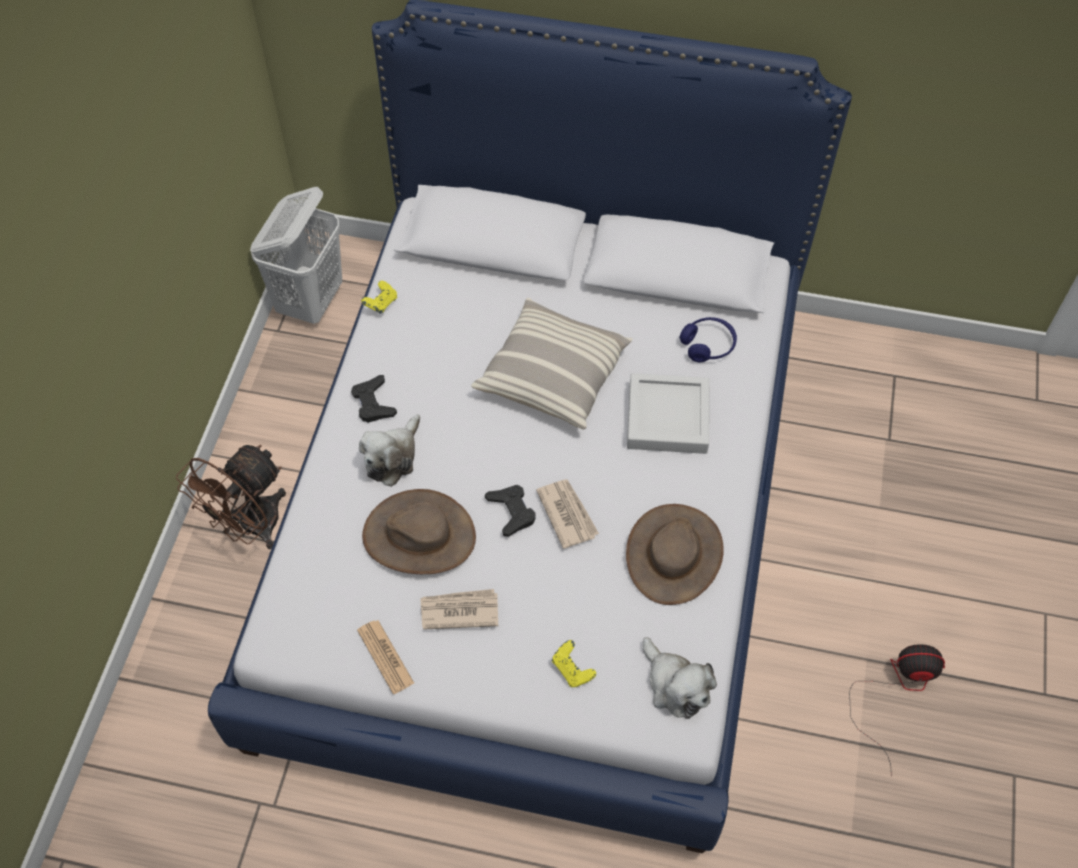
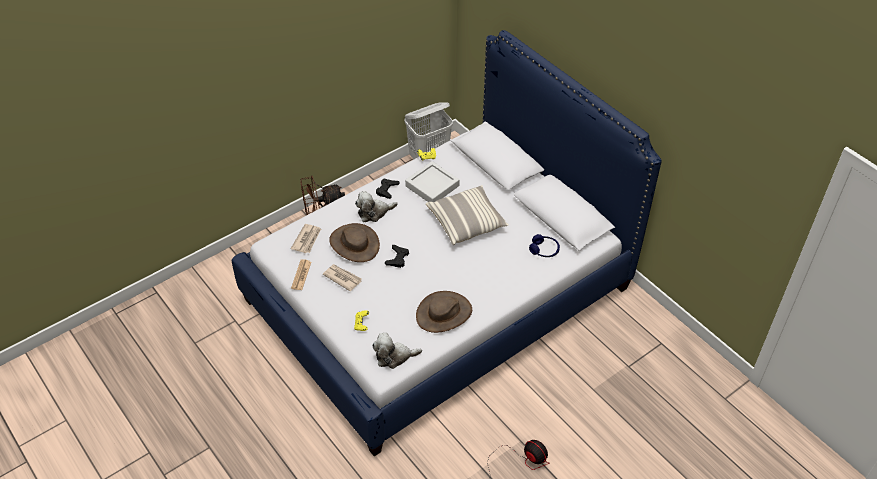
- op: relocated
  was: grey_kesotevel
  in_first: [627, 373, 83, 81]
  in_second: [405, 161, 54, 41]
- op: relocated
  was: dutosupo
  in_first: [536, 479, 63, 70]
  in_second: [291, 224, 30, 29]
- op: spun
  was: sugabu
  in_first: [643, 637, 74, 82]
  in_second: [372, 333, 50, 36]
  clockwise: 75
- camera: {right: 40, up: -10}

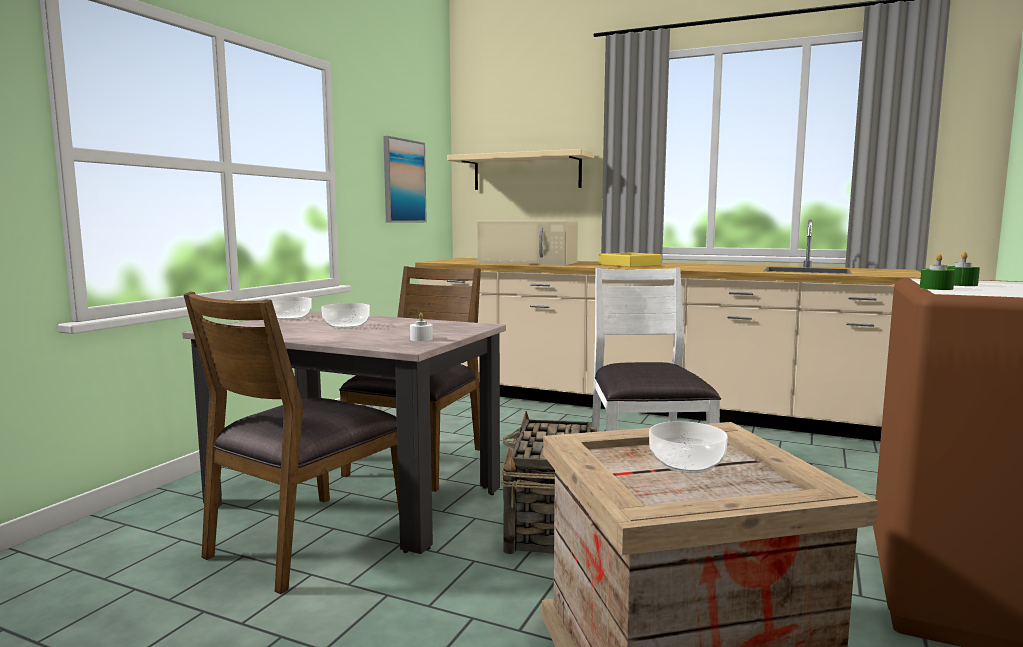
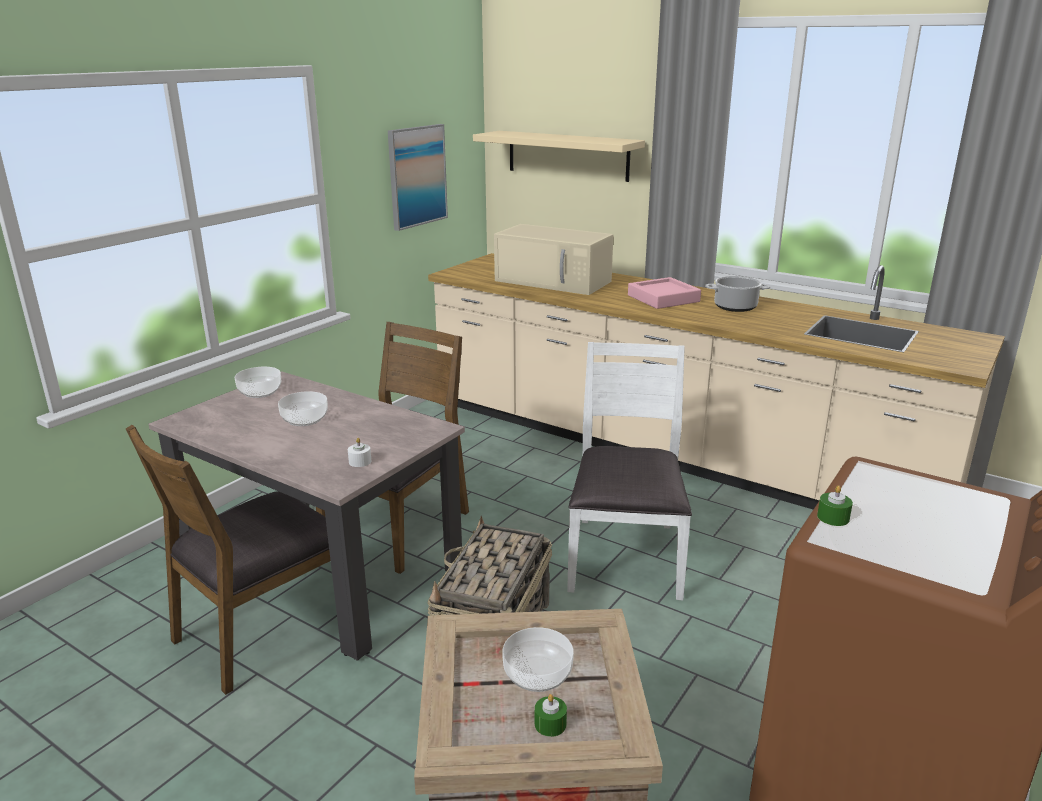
- op: colour
  was: yellow_kesotevel
  now: pink_kesotevel
  in_first: [599, 252, 63, 15]
  in_second: [628, 277, 73, 32]
- op: relocated
  was: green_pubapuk
  in_first: [947, 252, 33, 34]
  in_second: [535, 694, 32, 43]
- op: appeared
  now: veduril
  in_second: [705, 276, 65, 36]
- camera: {right: 10, up: 15}

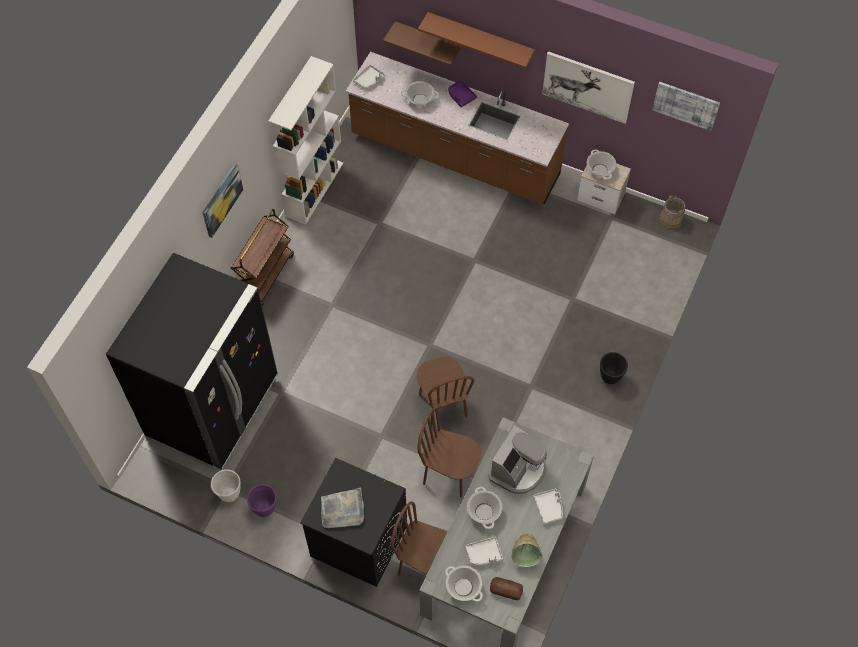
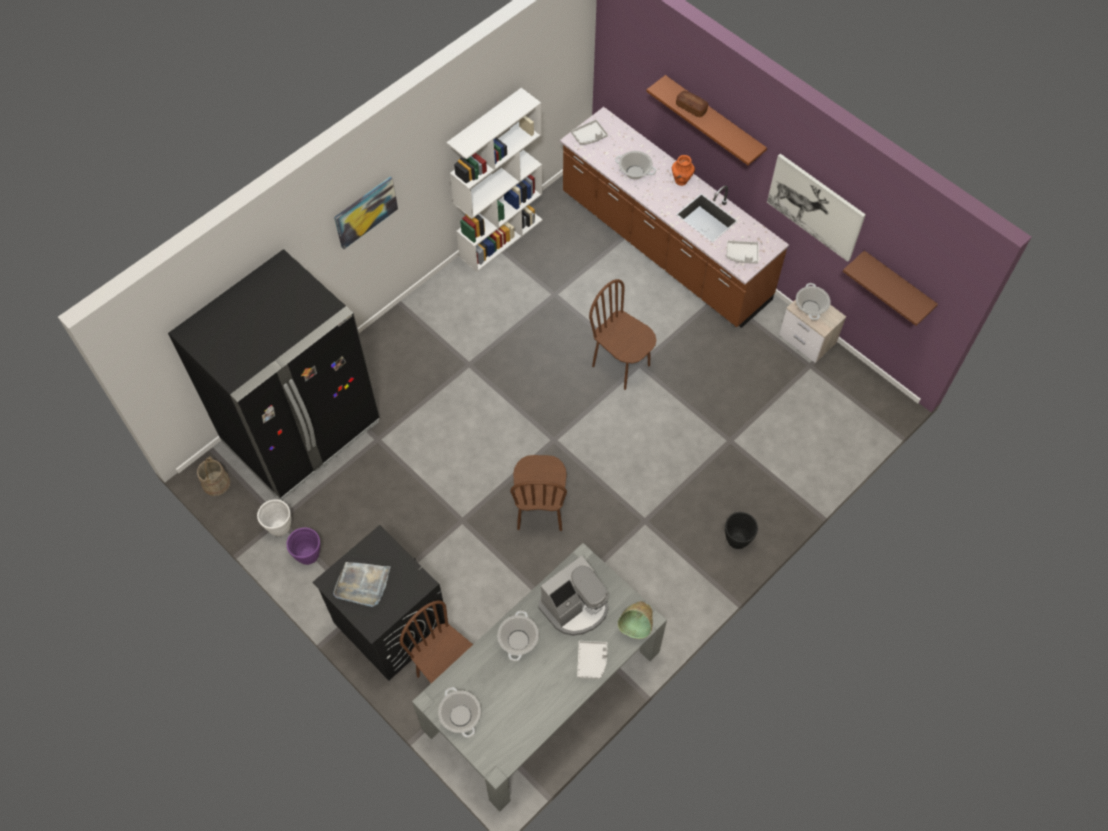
- op: relocated
  was: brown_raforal
  in_first: [383, 21, 79, 45]
  in_second: [843, 251, 95, 75]
- op: exchanged
  was: purple_kesotevel
  now: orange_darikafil
  in_first: [448, 80, 29, 27]
  in_second: [672, 155, 23, 31]
- op: missing
  was: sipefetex
  in_first: [652, 82, 68, 49]
- op: relocated
  was: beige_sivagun
  in_first: [660, 195, 25, 34]
  in_second: [197, 456, 33, 40]
- op: missing
  was: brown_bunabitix
  in_first: [231, 209, 63, 98]
- op: relocated
  was: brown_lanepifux
  in_first: [417, 408, 64, 89]
  in_second: [589, 279, 67, 111]
- op: relocated
  was: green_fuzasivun
  in_first: [511, 534, 31, 33]
  in_second: [618, 601, 35, 38]
- op: relocated
  was: grey_kesotevel
  in_first: [465, 537, 38, 28]
  in_second: [727, 240, 32, 24]
- op: relocated
  was: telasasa
  in_first: [490, 577, 33, 23]
  in_second: [676, 91, 32, 26]
- camera: {right: 20, up: 0}

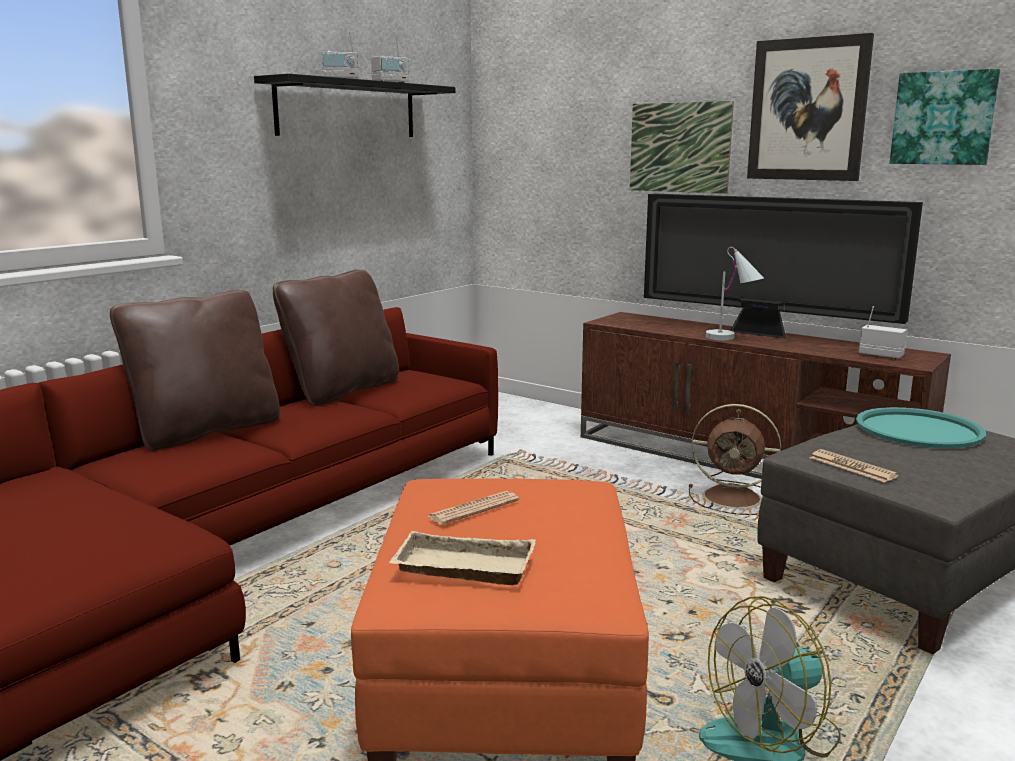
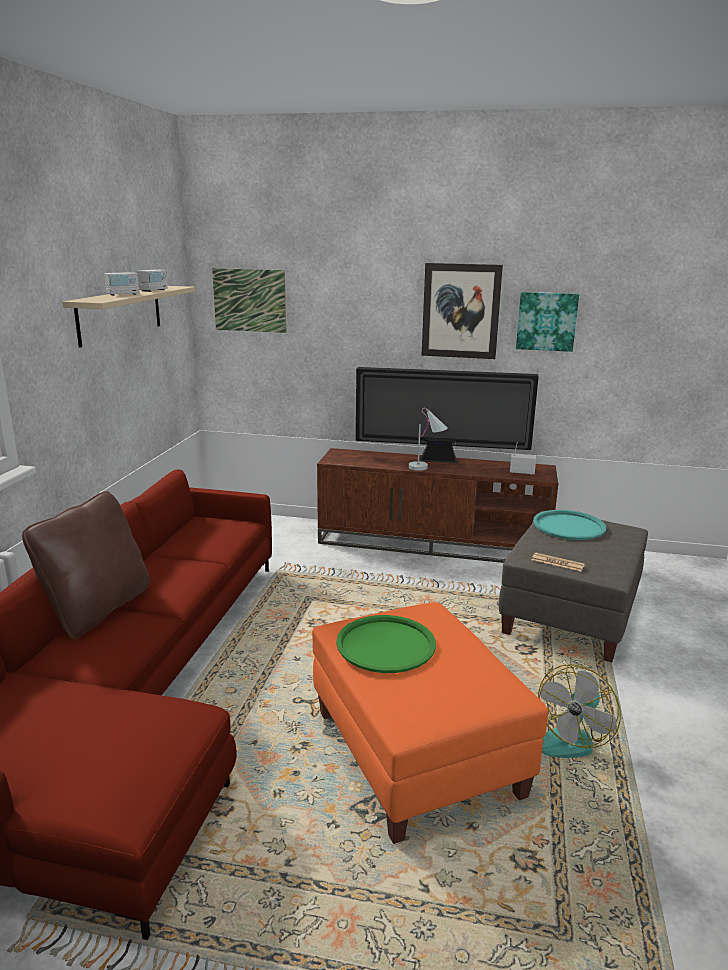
- op: colour
  was: black_raforal
  now: beige_raforal
  in_first: [254, 73, 201, 64]
  in_second: [62, 286, 133, 62]
- op: relocated
  was: sipefetex
  in_first: [630, 101, 104, 93]
  in_second: [212, 268, 74, 65]
- op: missing
  was: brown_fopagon
  in_first: [273, 270, 126, 136]
- op: missing
  was: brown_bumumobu
  in_first: [689, 404, 92, 111]
- op: exchanged
  was: dutosupo
  now: green_kesotevel
  in_first: [427, 491, 92, 34]
  in_second: [336, 615, 100, 58]
- op: missing
  was: beige_kesotevel
  in_first: [389, 531, 147, 54]
- camera: {right: -25, up: 5}

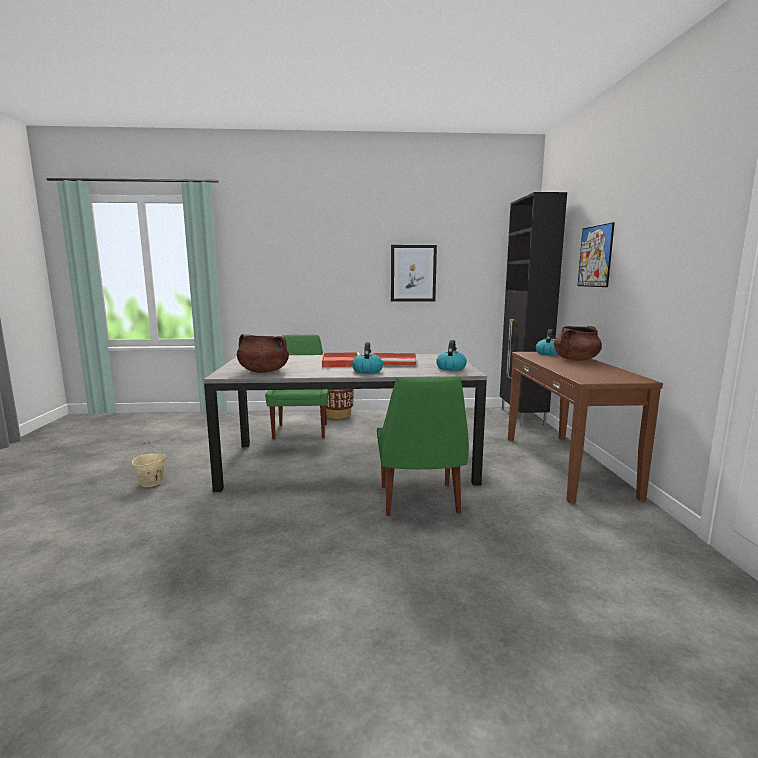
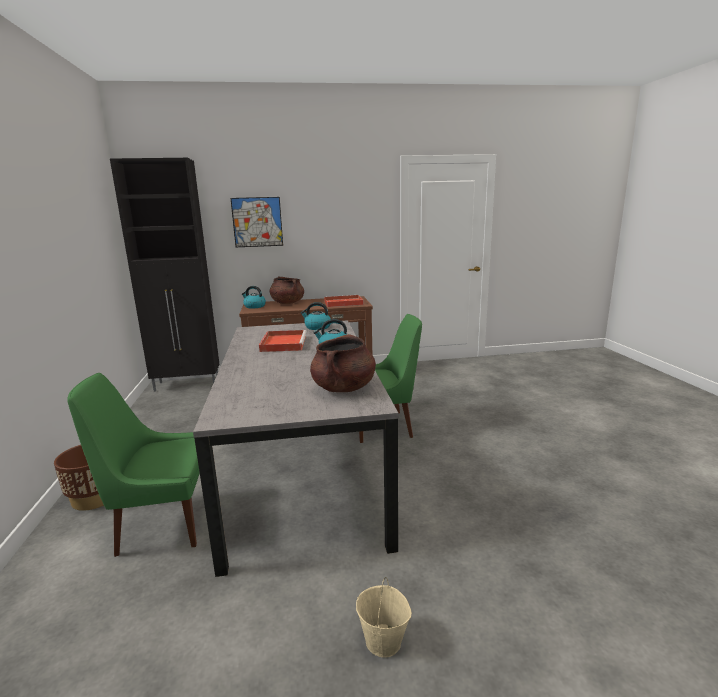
- op: missing
  was: sipefetex
  in_first: [391, 245, 46, 57]
- op: relocated
  was: red_kesotevel
  in_first: [322, 352, 38, 15]
  in_second: [324, 295, 40, 12]
- camera: {right: -95, up: 5}

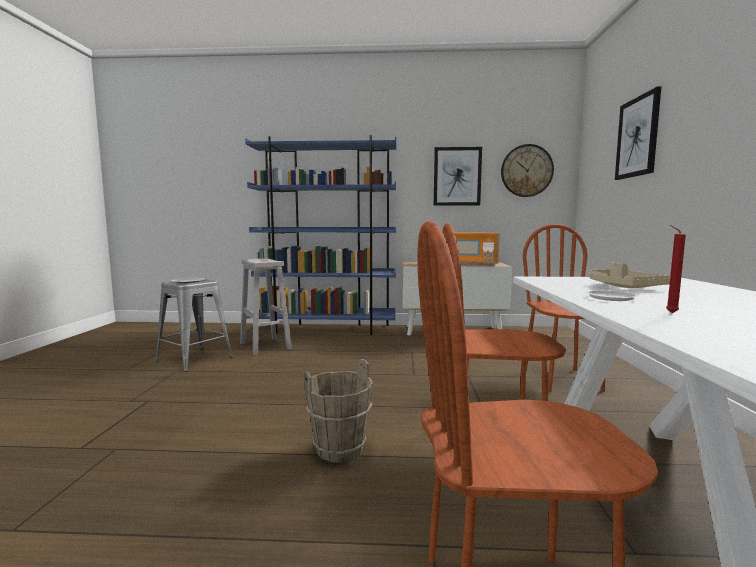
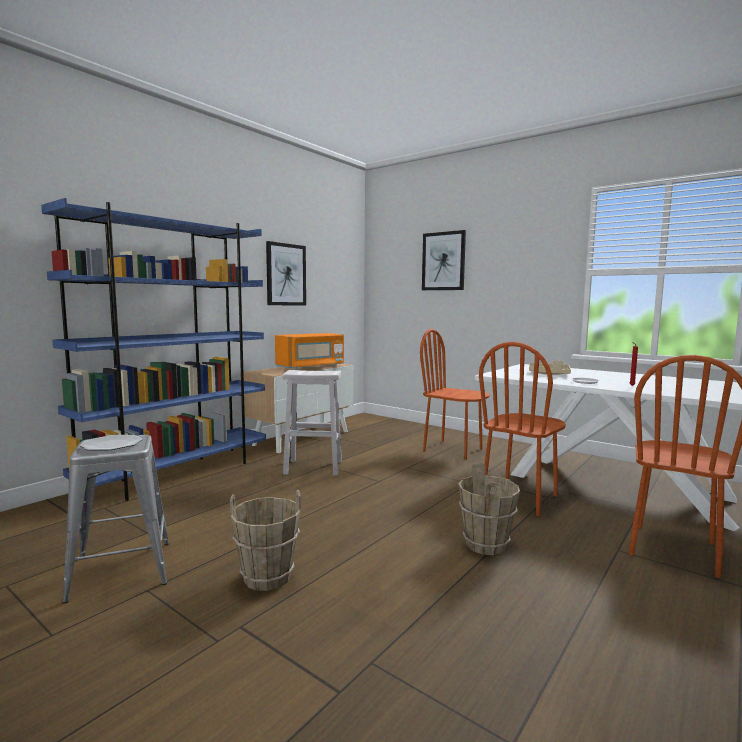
- op: missing
  was: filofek
  in_first: [501, 144, 53, 53]
- op: relocated
  was: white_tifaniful
  in_first: [240, 258, 52, 97]
  in_second: [283, 370, 59, 106]
- op: appeared
  now: brown_sivagun
  in_second: [230, 490, 71, 101]
- camera: {right: -55, up: 0}

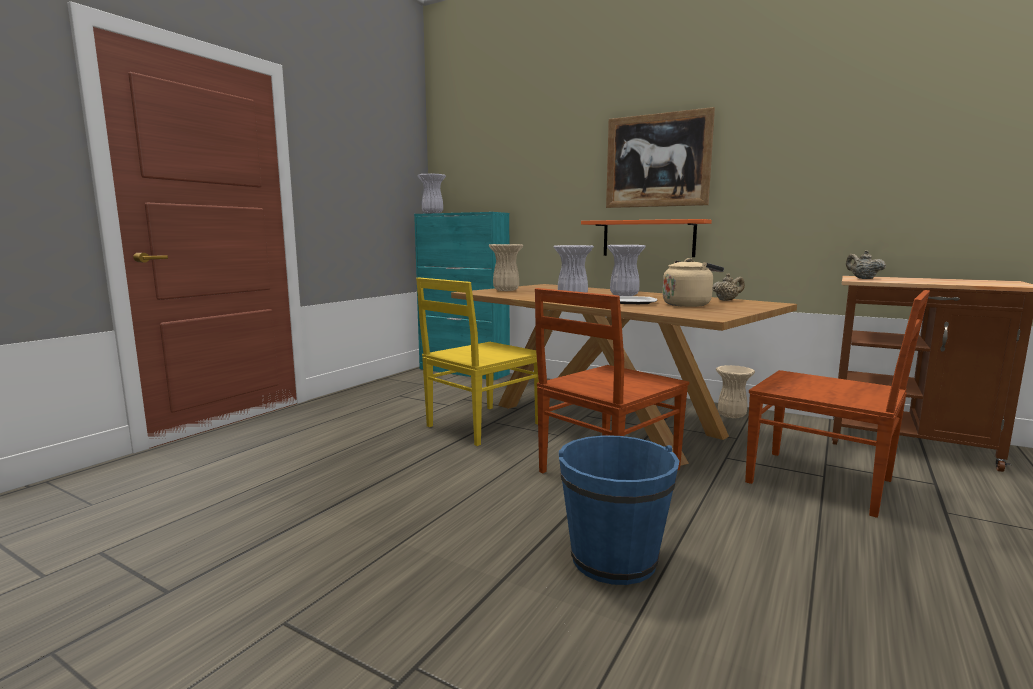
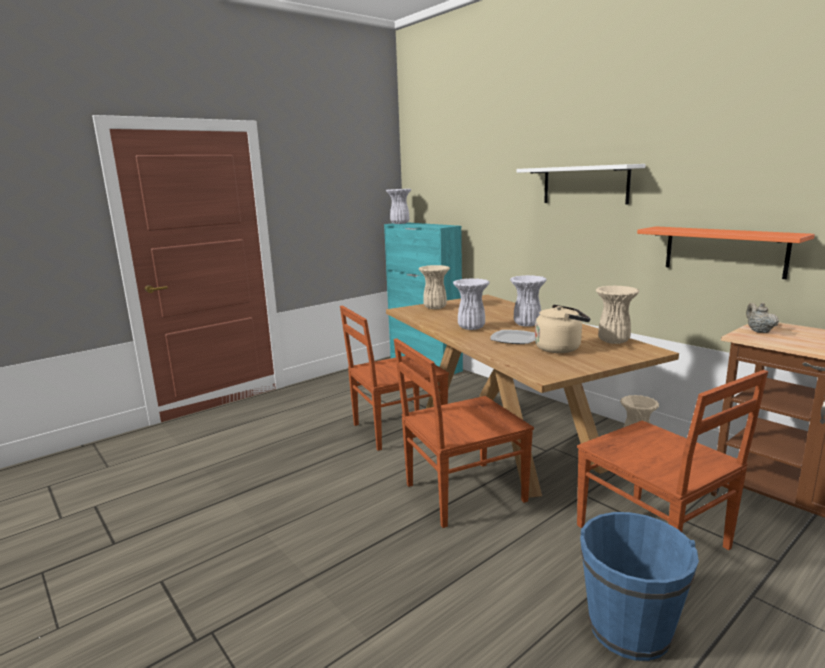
- op: exchanged
  was: sipefetex
  now: white_raforal
  in_first: [606, 107, 109, 101]
  in_second: [516, 164, 130, 40]
- op: relocated
  was: orange_raforal
  in_first: [581, 219, 131, 38]
  in_second: [637, 226, 178, 53]
- op: exchanged
  was: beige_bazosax
  now: beige_darikafil
  in_first: [713, 274, 32, 27]
  in_second: [596, 286, 43, 58]
- op: colour
  was: yellow_lanepifux
  now: brown_lanepifux
  in_first: [416, 277, 123, 169]
  in_second: [340, 306, 109, 145]
- op: relocated
  was: blue_sivagun
  in_first: [559, 435, 120, 150]
  in_second: [580, 512, 119, 149]
- camera: {right: 20, up: 5}

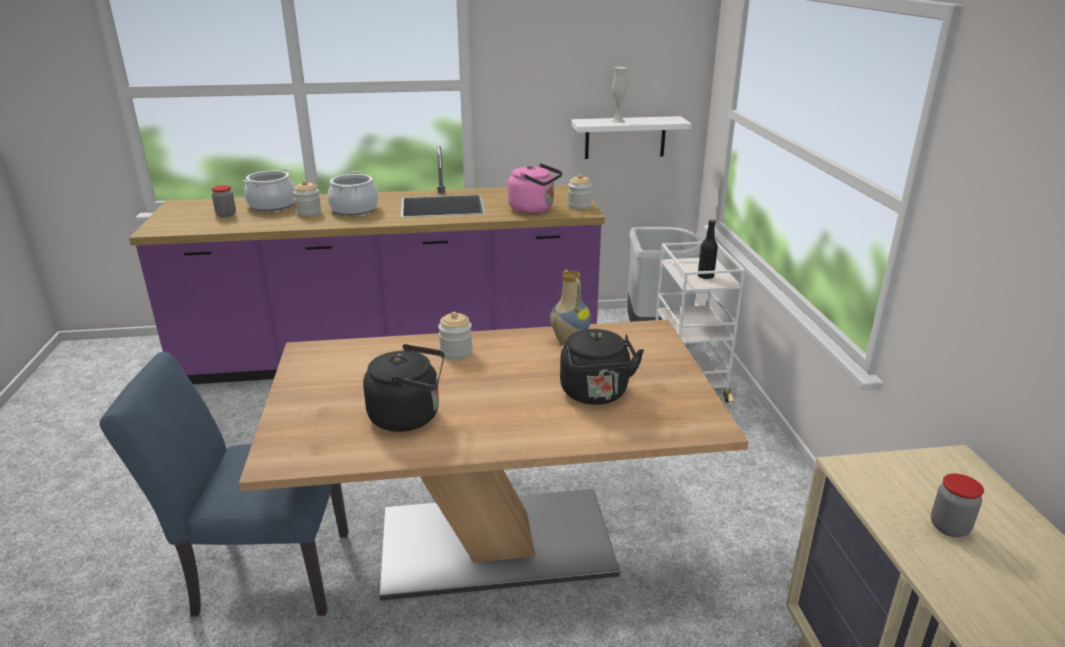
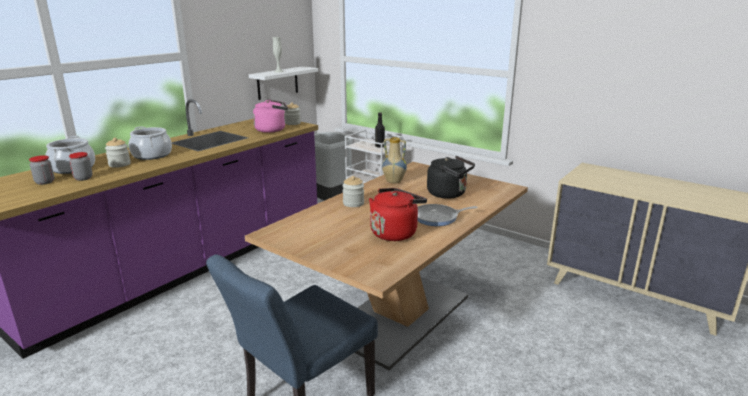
- op: colour
  was: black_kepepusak
  now: red_kepepusak
  in_first: [363, 344, 81, 88]
  in_second: [369, 188, 58, 53]
- op: relocated
  was: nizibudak
  in_first: [931, 474, 53, 63]
  in_second: [69, 152, 24, 29]
- op: appeared
  now: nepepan
  in_second: [417, 204, 61, 22]
- camera: {right: -45, up: -5}

